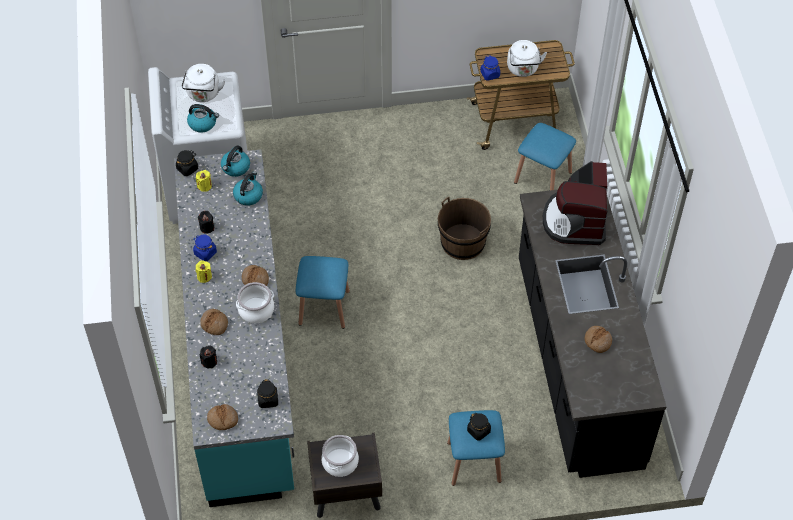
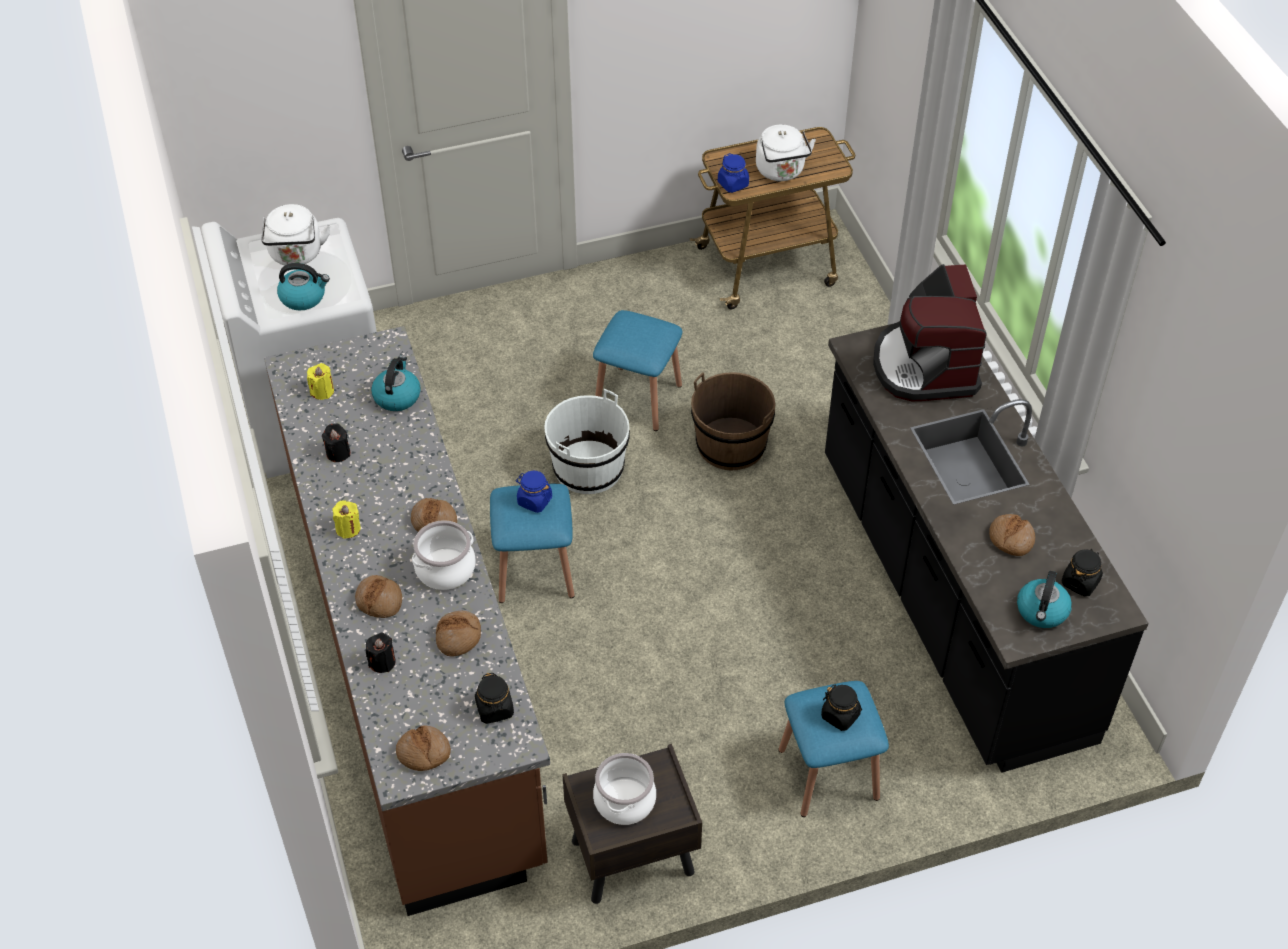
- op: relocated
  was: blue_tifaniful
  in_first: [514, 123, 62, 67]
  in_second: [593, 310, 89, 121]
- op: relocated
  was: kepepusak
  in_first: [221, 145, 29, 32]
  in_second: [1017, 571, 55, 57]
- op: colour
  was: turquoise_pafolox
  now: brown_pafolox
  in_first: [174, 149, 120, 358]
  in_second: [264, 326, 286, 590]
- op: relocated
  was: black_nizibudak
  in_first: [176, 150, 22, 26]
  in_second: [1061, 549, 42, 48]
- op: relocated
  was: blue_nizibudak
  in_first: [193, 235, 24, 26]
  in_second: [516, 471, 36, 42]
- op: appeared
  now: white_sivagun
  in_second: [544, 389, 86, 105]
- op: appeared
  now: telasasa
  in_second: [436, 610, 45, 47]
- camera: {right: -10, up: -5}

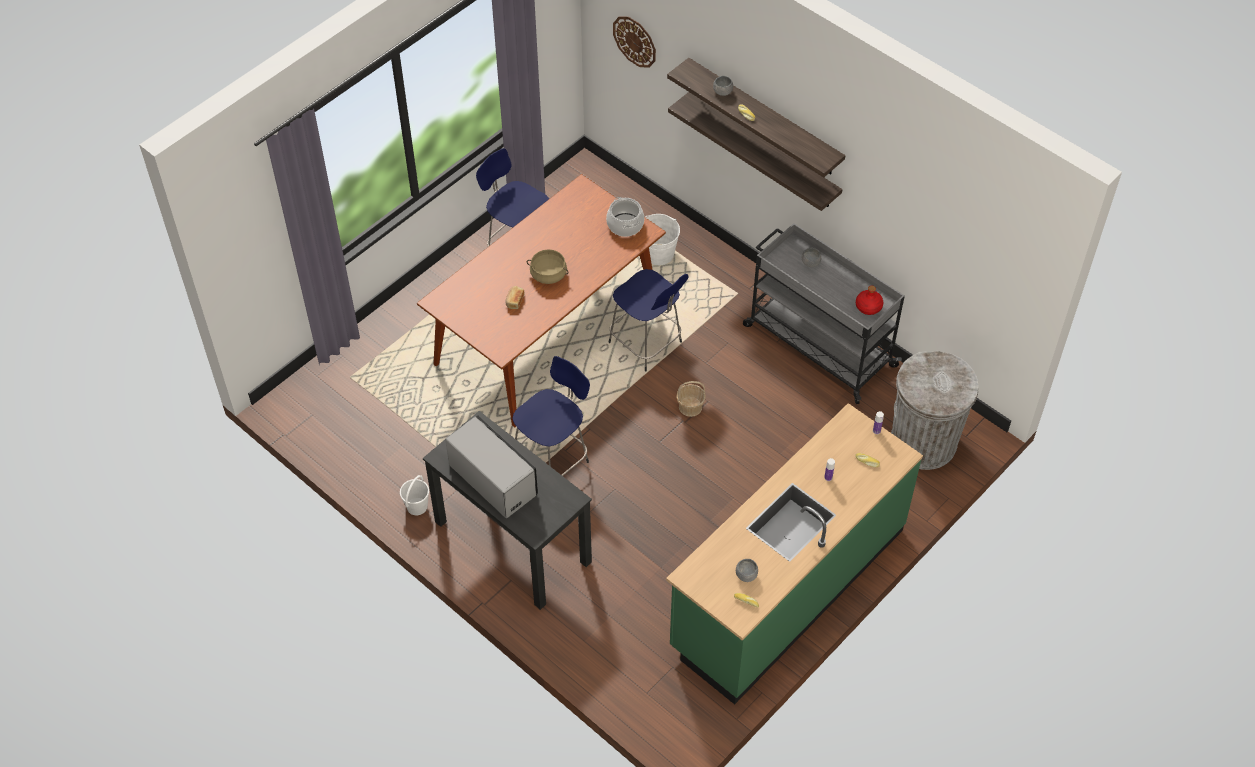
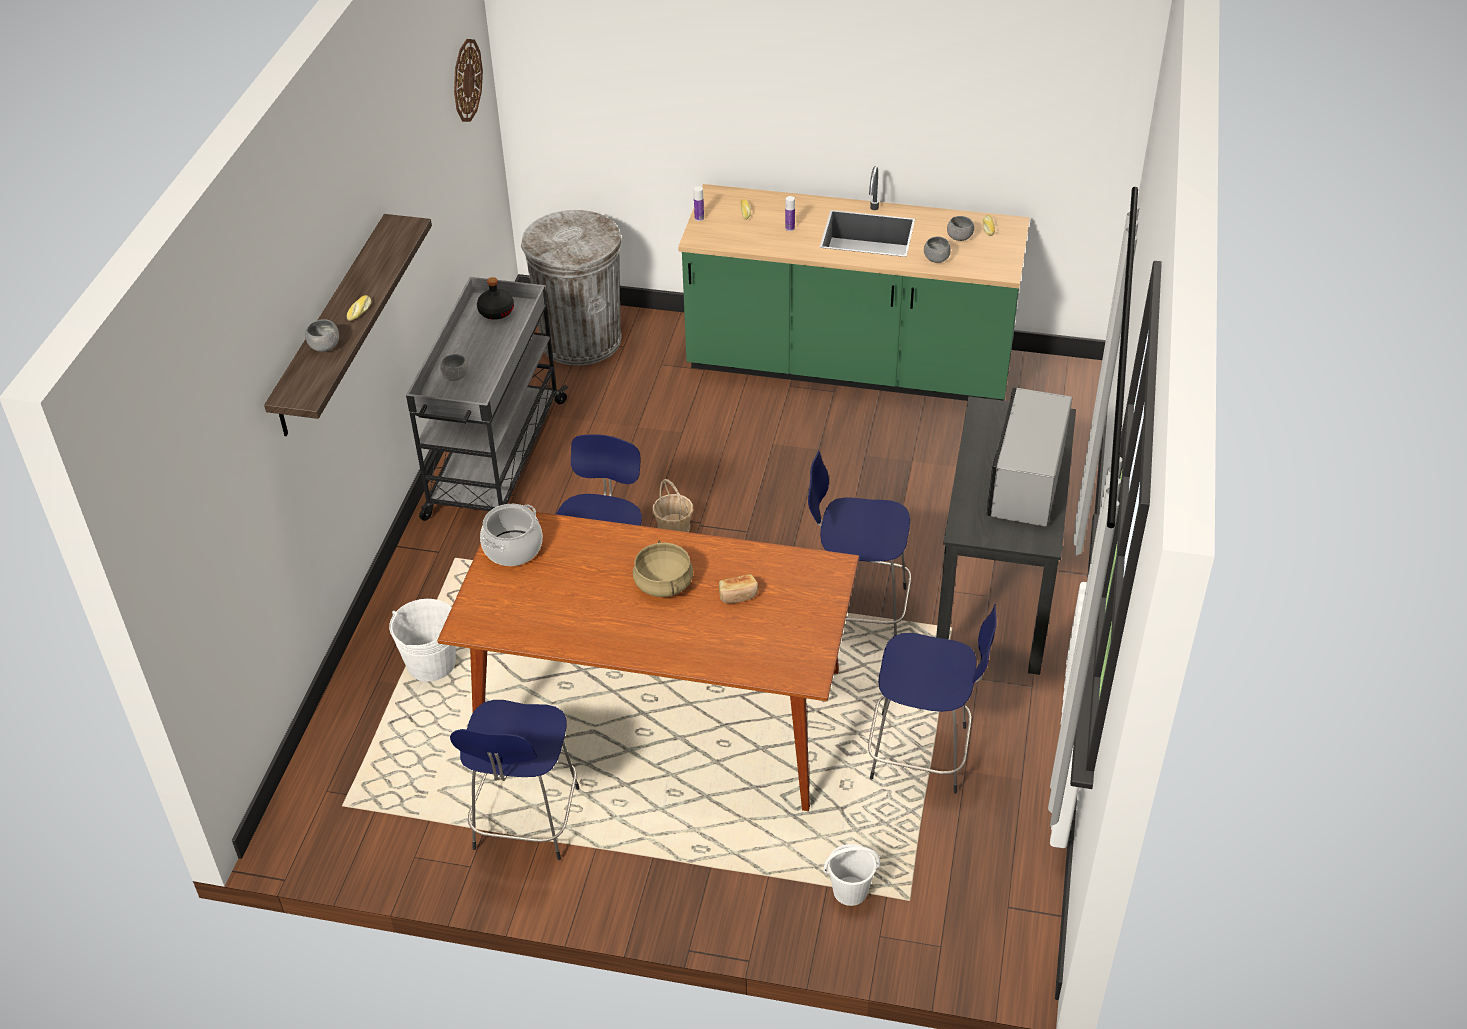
- op: relocated
  was: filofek
  in_first: [613, 16, 43, 52]
  in_second: [454, 39, 29, 83]
- op: missing
  was: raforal
  in_first: [668, 92, 174, 119]
- op: colour
  was: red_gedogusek
  now: black_gedogusek
  in_first: [856, 285, 28, 30]
  in_second: [477, 277, 37, 43]
- op: relocated
  was: white_sivagun
  in_first: [400, 475, 29, 40]
  in_second: [824, 844, 56, 62]
- op: appeared
  now: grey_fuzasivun
  in_second: [924, 236, 27, 27]
- op: appeared
  now: blue_tifaniful
  in_second: [868, 604, 129, 190]
- camera: {right: -120, up: -10}

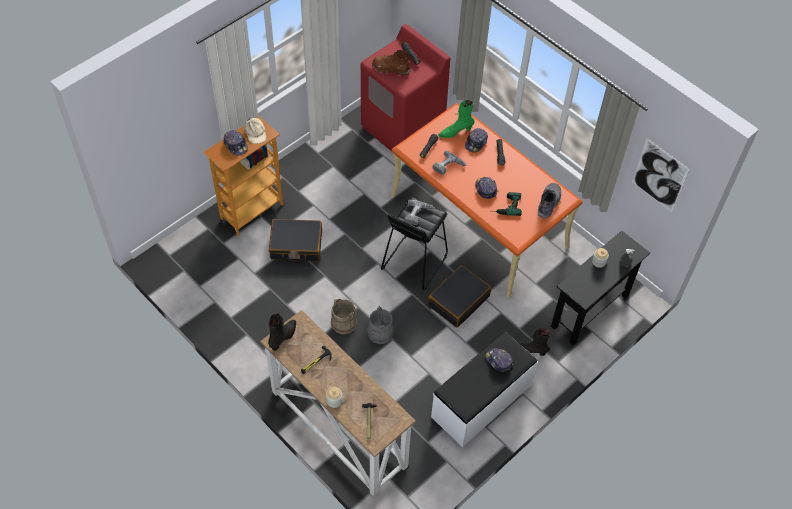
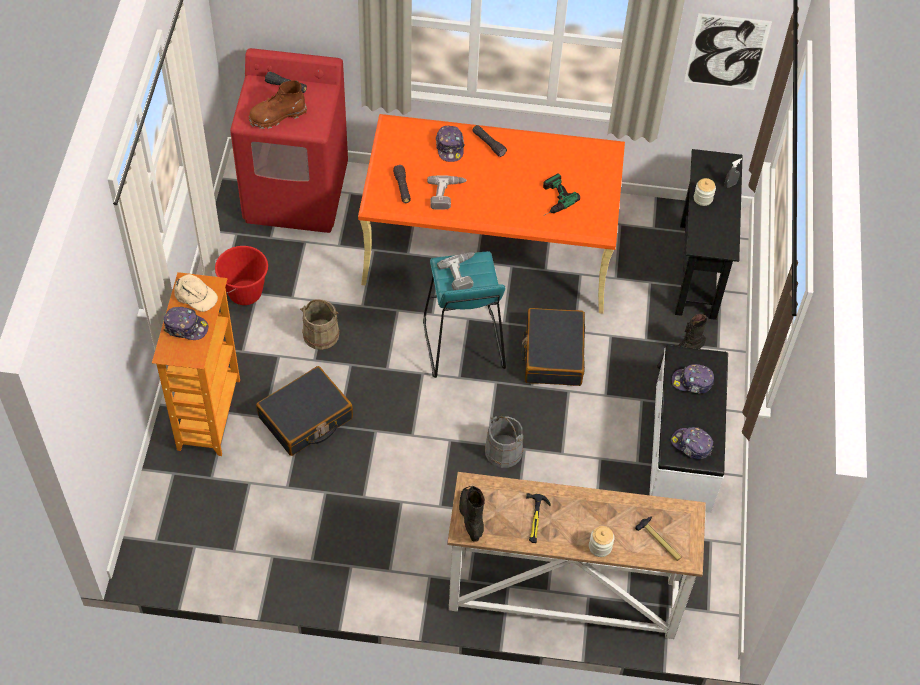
- op: missing
  was: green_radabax
  in_first: [438, 100, 37, 38]
- op: relocated
  was: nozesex
  in_first: [475, 177, 22, 22]
  in_second: [671, 427, 43, 32]
- op: missing
  was: grey_radabax
  in_first: [538, 183, 23, 36]
- op: colour
  was: black_tifaniful
  now: turquoise_tifaniful
  in_first: [381, 197, 67, 93]
  in_second: [423, 251, 83, 127]
- op: relocated
  was: beige_sivagun
  in_first: [331, 299, 26, 35]
  in_second: [300, 299, 39, 51]
- op: appeared
  now: red_sivagun
  in_second: [215, 246, 53, 59]
- camera: {right: -40, up: 0}

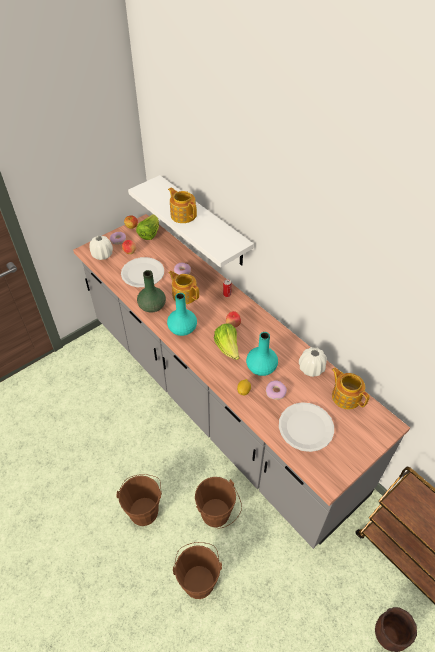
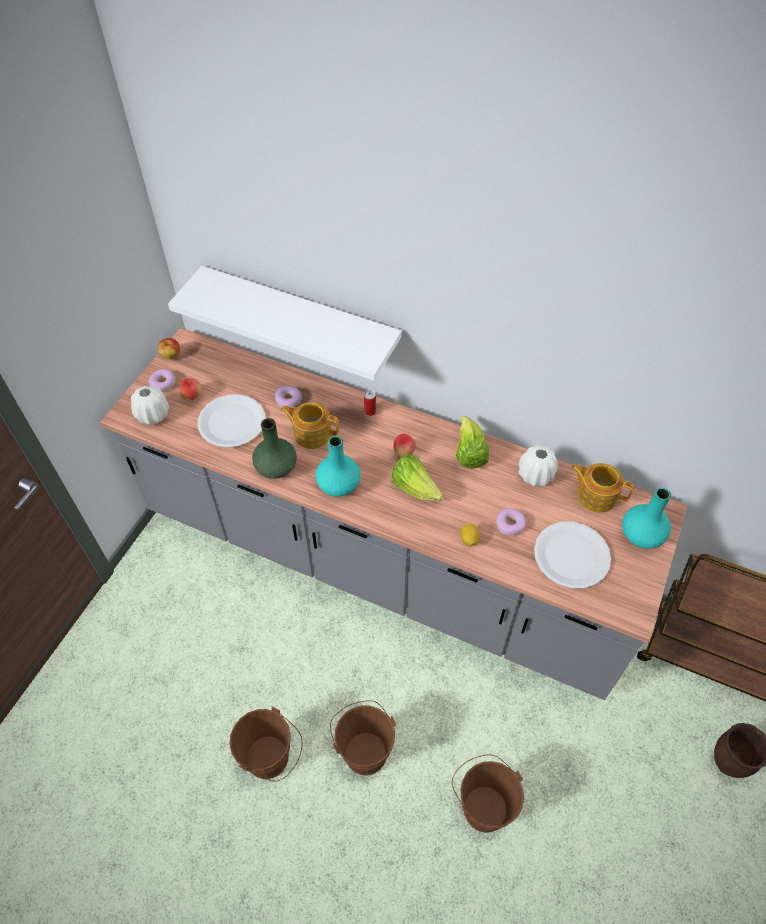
- op: missing
  was: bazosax
  in_first: [168, 188, 29, 35]
- op: relocated
  was: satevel
  in_first: [136, 214, 23, 26]
  in_second: [456, 416, 33, 53]
- op: relocated
  was: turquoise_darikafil
  in_first: [246, 332, 32, 44]
  in_second: [622, 488, 49, 61]
- op: relocated
  was: brown_sivagun
  in_first: [195, 477, 47, 51]
  in_second: [229, 706, 74, 76]
- camera: {right: -25, up: 5}

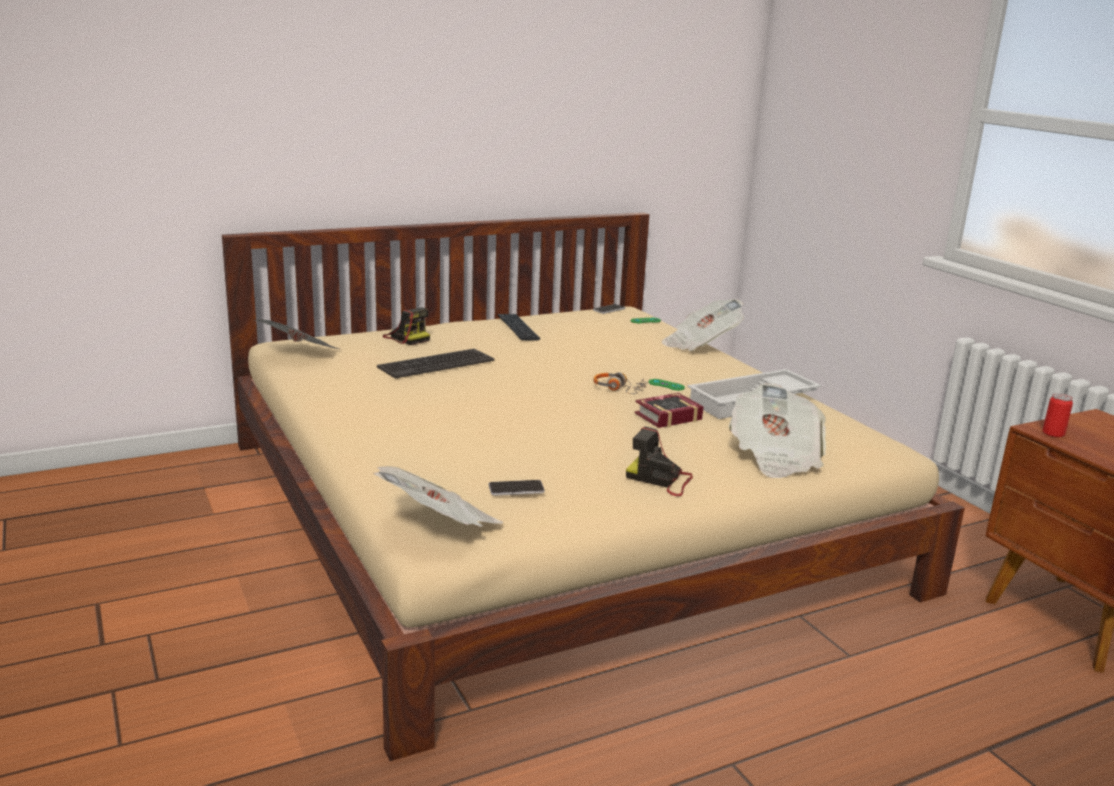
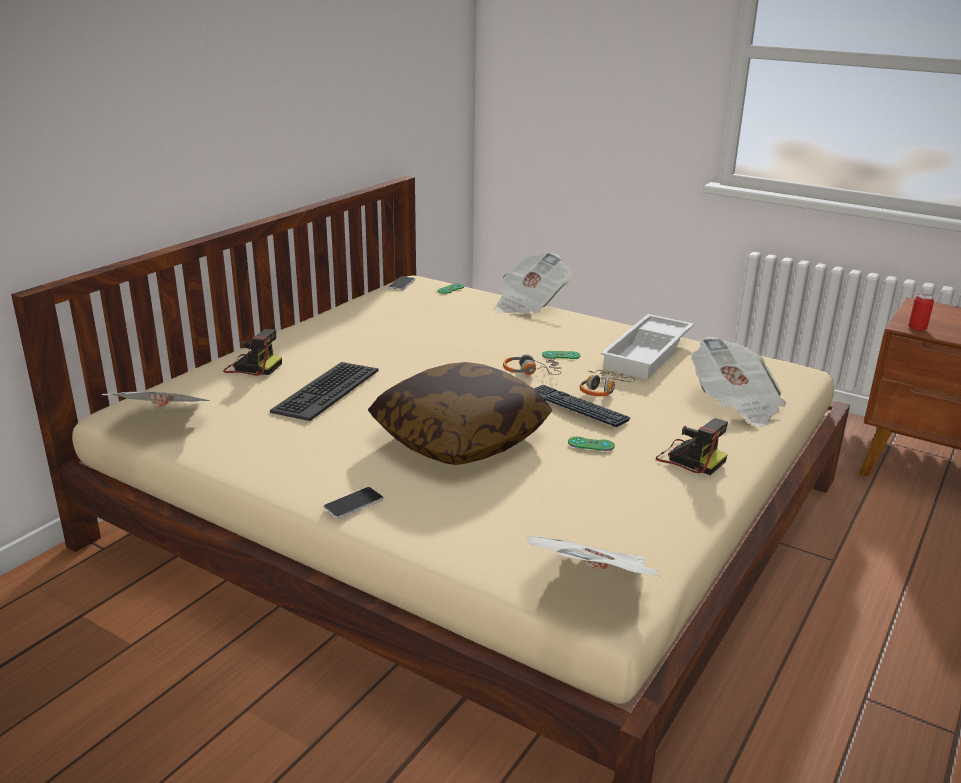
- op: relocated
  was: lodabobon
  in_first: [497, 314, 44, 27]
  in_second: [534, 385, 97, 42]
- op: exchanged
  was: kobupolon
  now: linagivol
  in_first: [635, 393, 69, 35]
  in_second: [580, 370, 55, 26]
- op: spun
  was: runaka
  in_first: [626, 426, 67, 70]
  in_second: [656, 418, 72, 57]
  clockwise: -135
- op: relocated
  was: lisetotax
  in_first: [488, 480, 57, 16]
  in_second: [324, 487, 59, 32]
- op: appeared
  now: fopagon
  in_second: [368, 362, 184, 103]
- op: appeared
  now: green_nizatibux
  in_second: [568, 437, 47, 14]
- camera: {right: -30, up: 5}

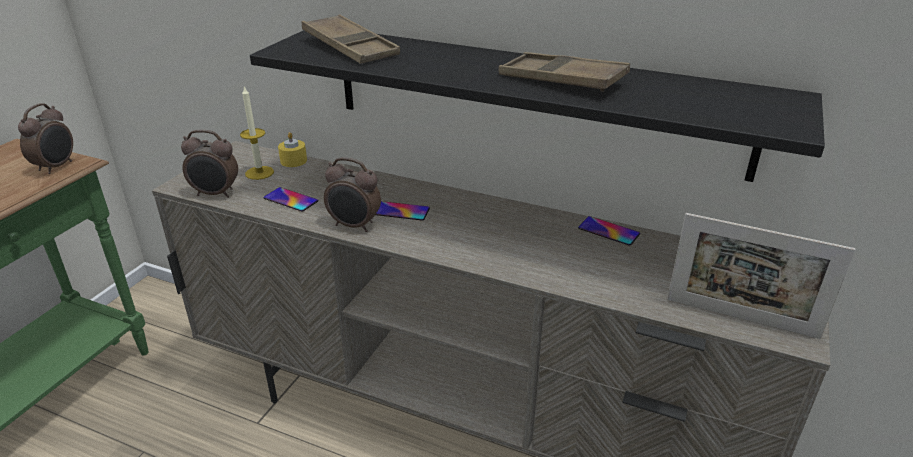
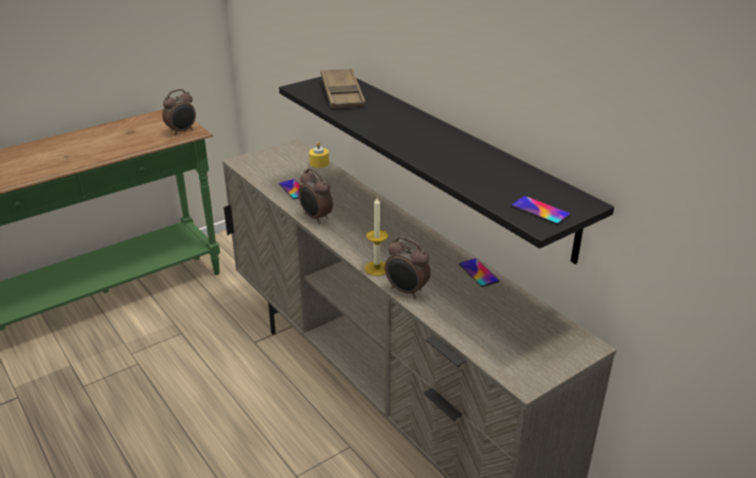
- op: missing
  was: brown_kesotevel
  in_first: [498, 52, 132, 40]
- op: relocated
  was: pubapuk
  in_first: [240, 86, 34, 94]
  in_second: [364, 198, 24, 78]
- op: relocated
  was: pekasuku
  in_first: [181, 130, 57, 68]
  in_second: [385, 237, 46, 61]
- op: relocated
  was: lisetotax
  in_first: [376, 201, 54, 19]
  in_second: [511, 196, 60, 28]
- op: missing
  was: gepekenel
  in_first: [667, 213, 189, 126]
- camera: {right: 30, up: 0}

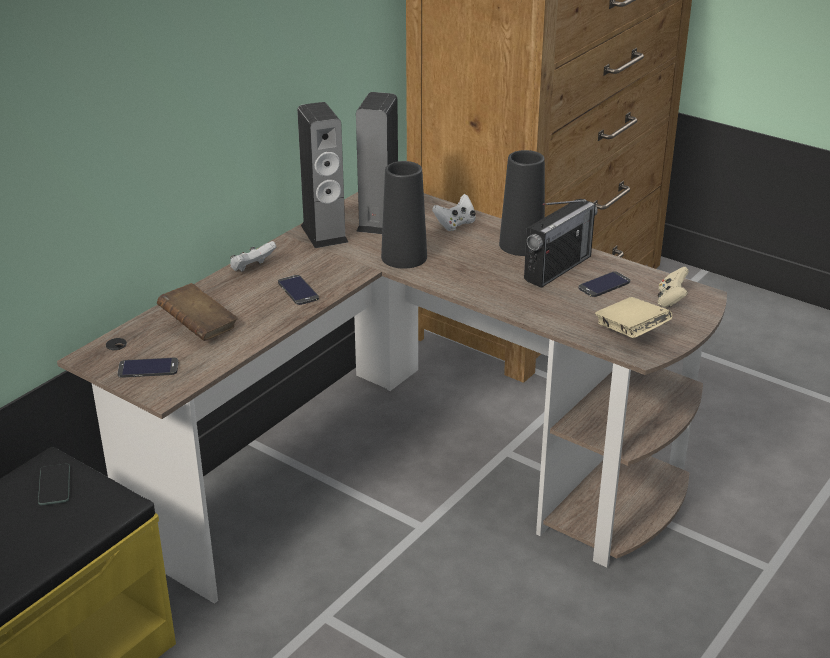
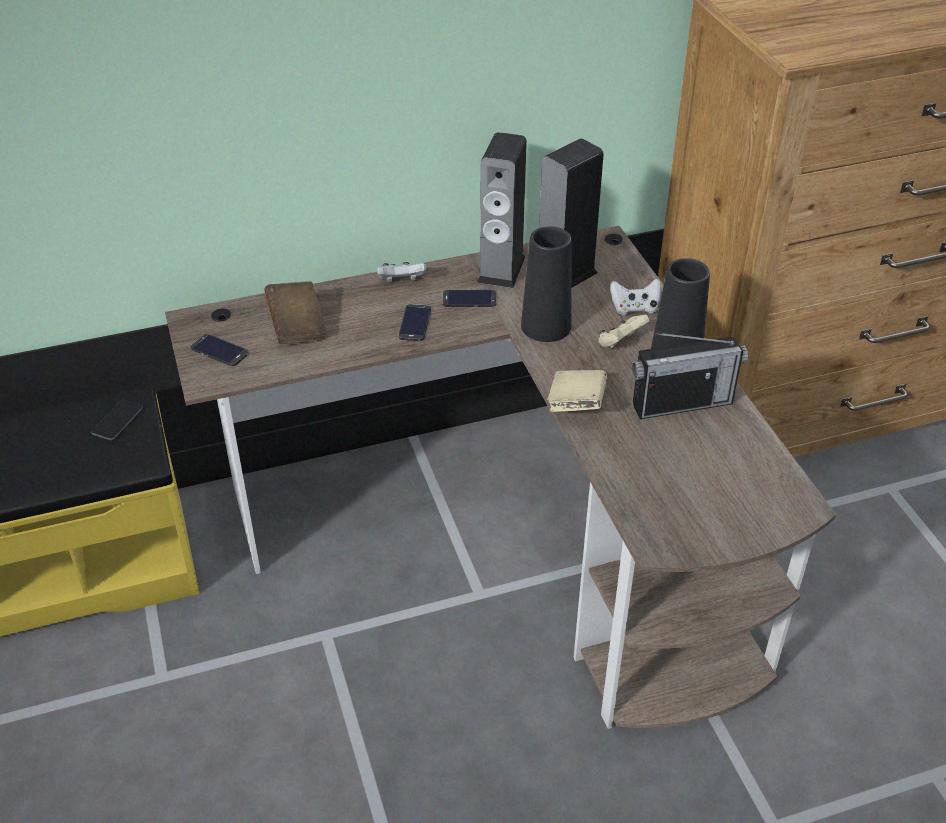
- op: relocated
  was: beige_nizatibux
  in_first: [658, 267, 31, 40]
  in_second: [598, 315, 51, 33]
- op: relocated
  was: lisetotax
  in_first: [579, 271, 51, 26]
  in_second: [442, 290, 54, 17]
- op: relocated
  was: beige_kobupolon
  in_first: [595, 297, 77, 41]
  in_second: [547, 370, 60, 42]
- camera: {right: 35, up: 10}

